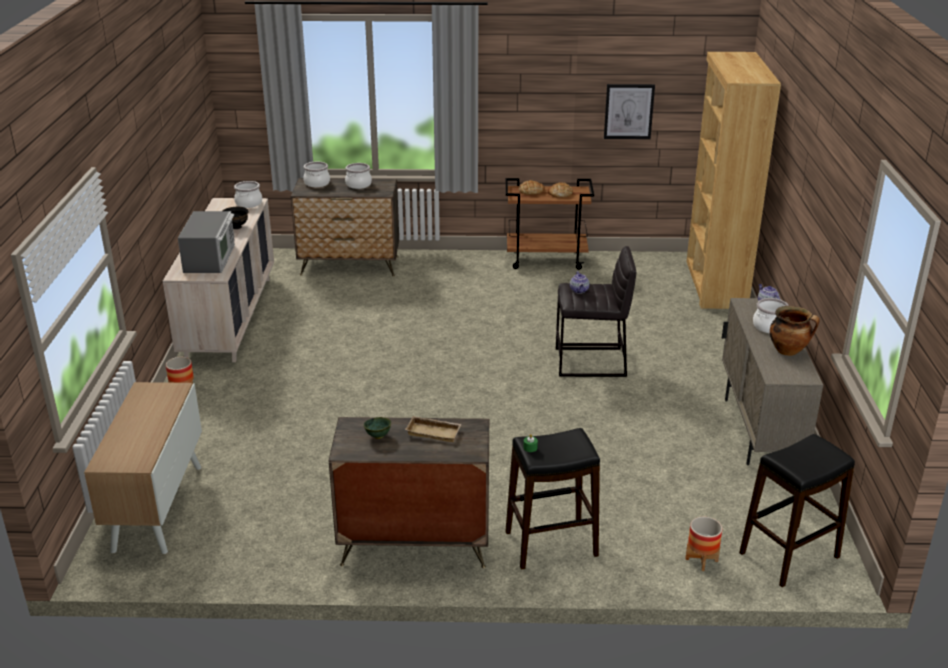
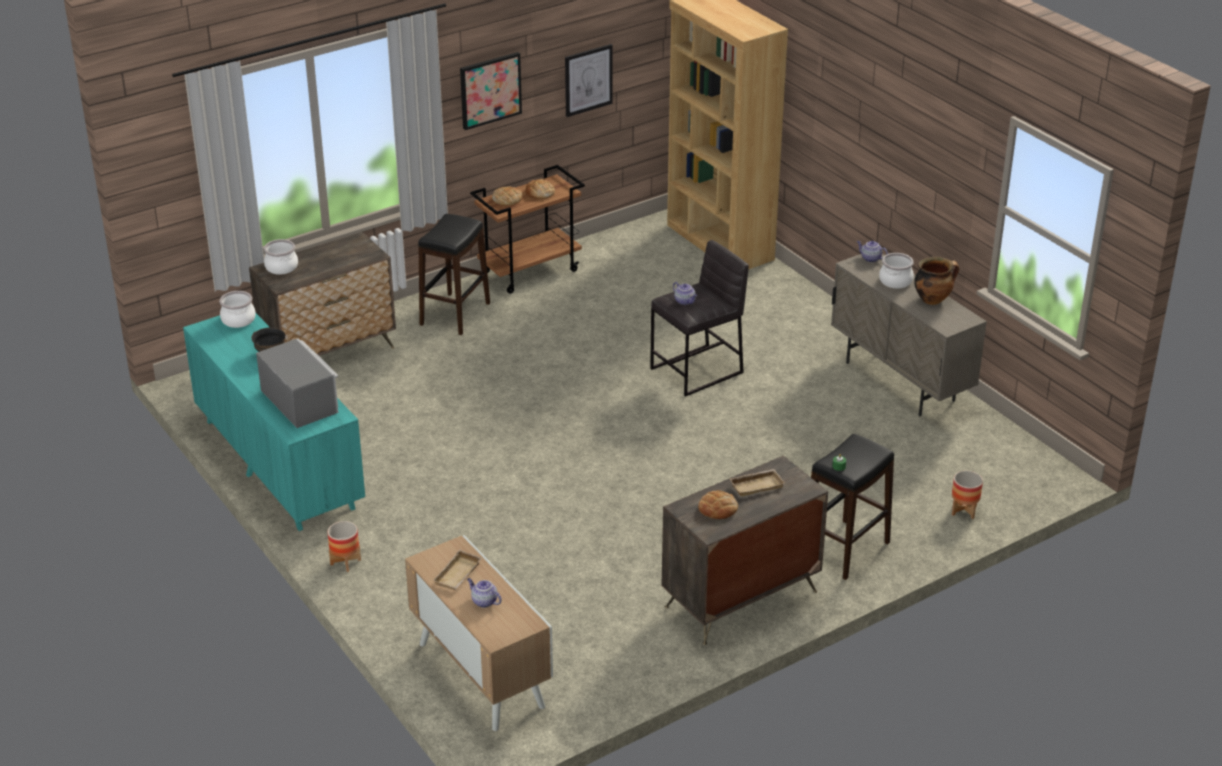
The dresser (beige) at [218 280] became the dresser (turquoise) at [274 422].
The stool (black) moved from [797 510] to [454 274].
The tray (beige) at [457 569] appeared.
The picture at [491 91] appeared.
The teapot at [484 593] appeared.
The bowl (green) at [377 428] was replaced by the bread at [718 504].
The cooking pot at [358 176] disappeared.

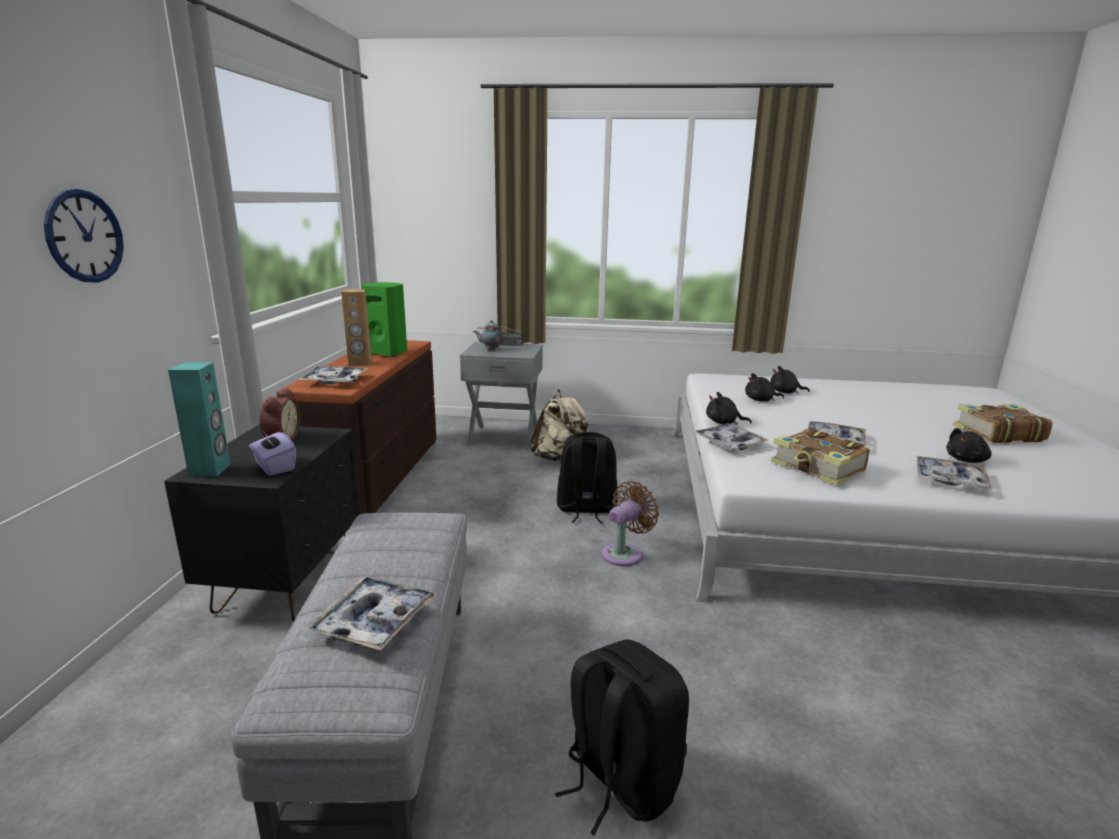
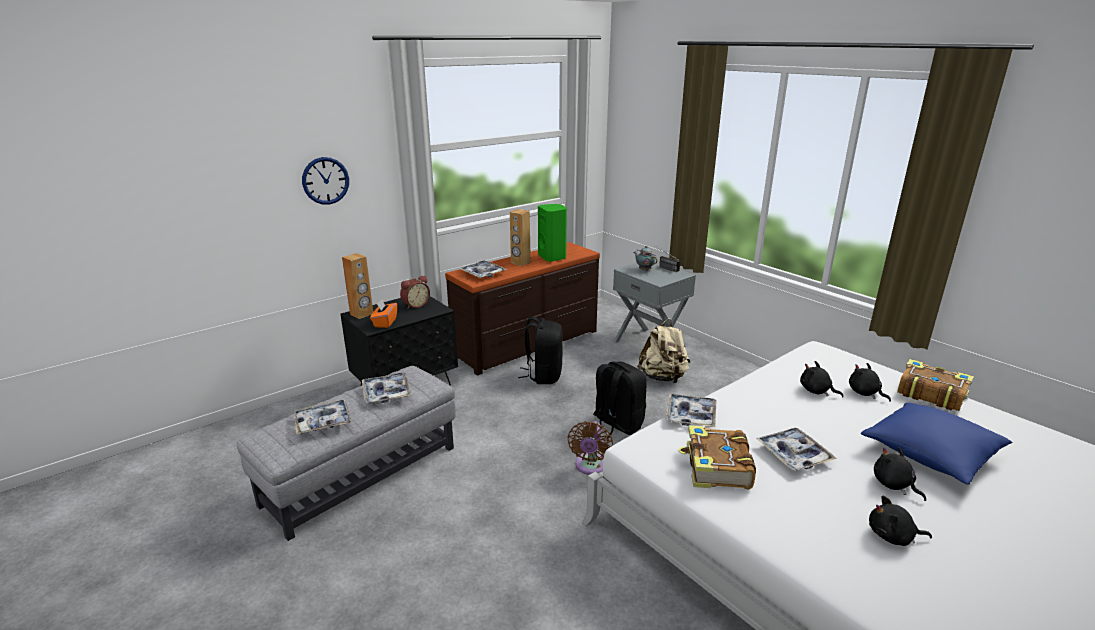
The speaker (turquoise) at [199 419] became the speaker (brown) at [357 286].
The tray moved from [954 473] to [386 387].
The tissue box (purple) at [272 453] became the tissue box (orange) at [383 313].
The backpack (black) moved from [622 737] to [540 350].
The fan (brown) at [630 524] turned 105 degrees clockwise.
The pillow (blue) at [937 444] appeared.
The plush toy (black) moved from [729 408] to [900 474].
The book moved from [1003 423] to [935 385].

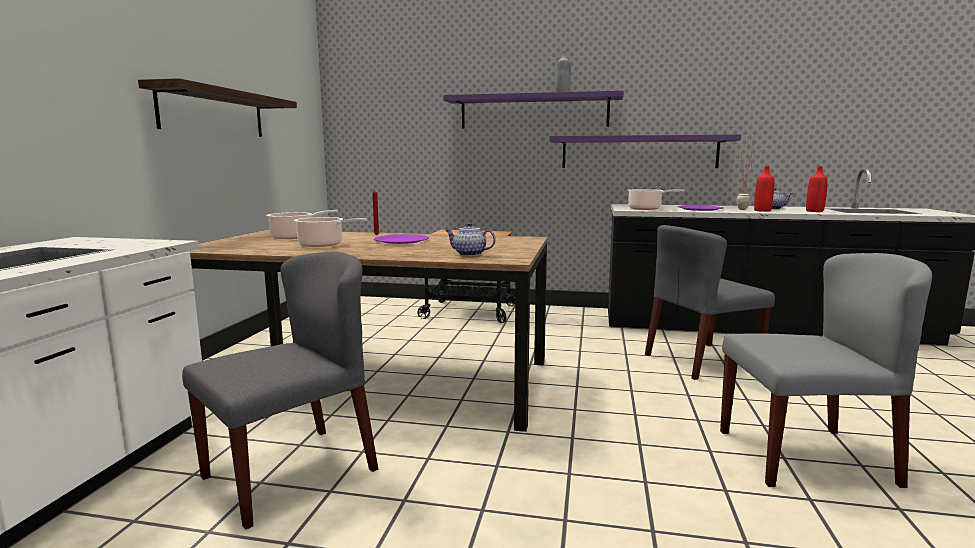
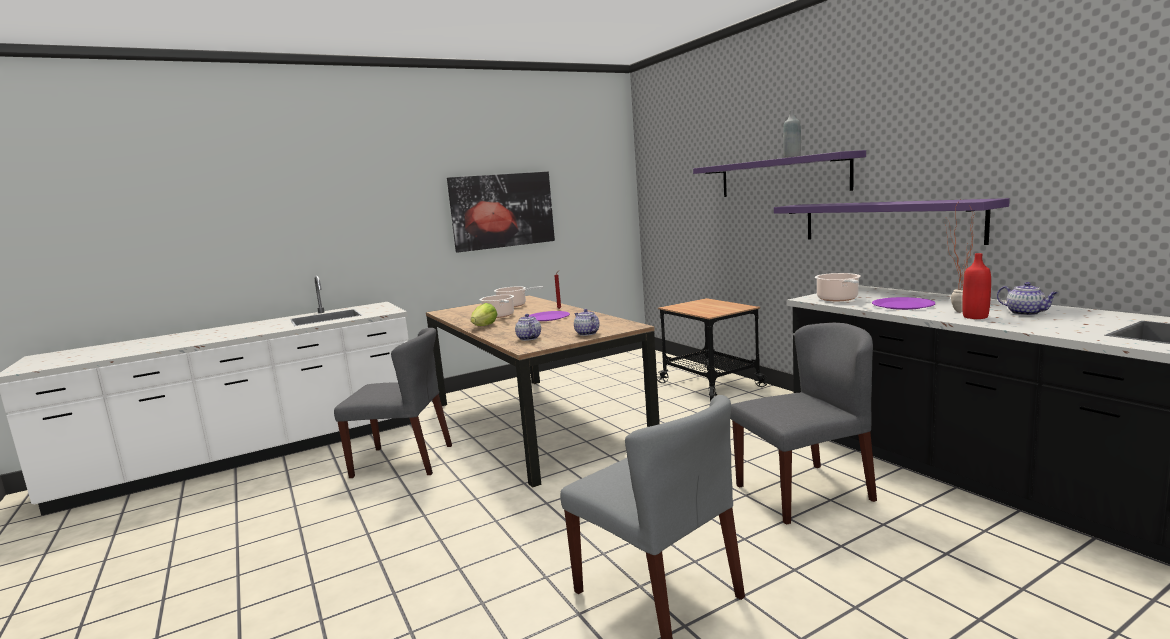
The shelf at [217 107] was replaced by the picture at [501 212].
The lettuce at [484 314] appeared.
The teapot at [587 322] appeared.
The chair (grey) at [710 302] turned 135 degrees clockwise.
The bottle (red) at [817 189] disappeared.

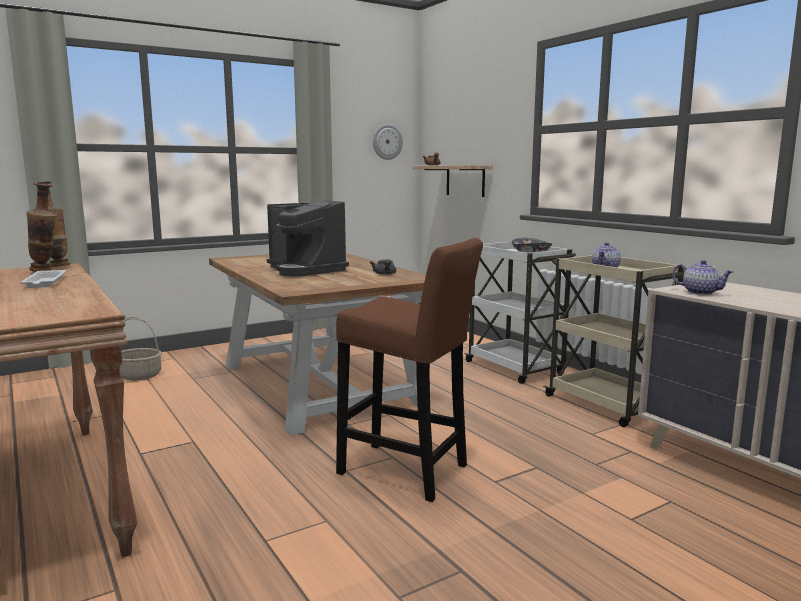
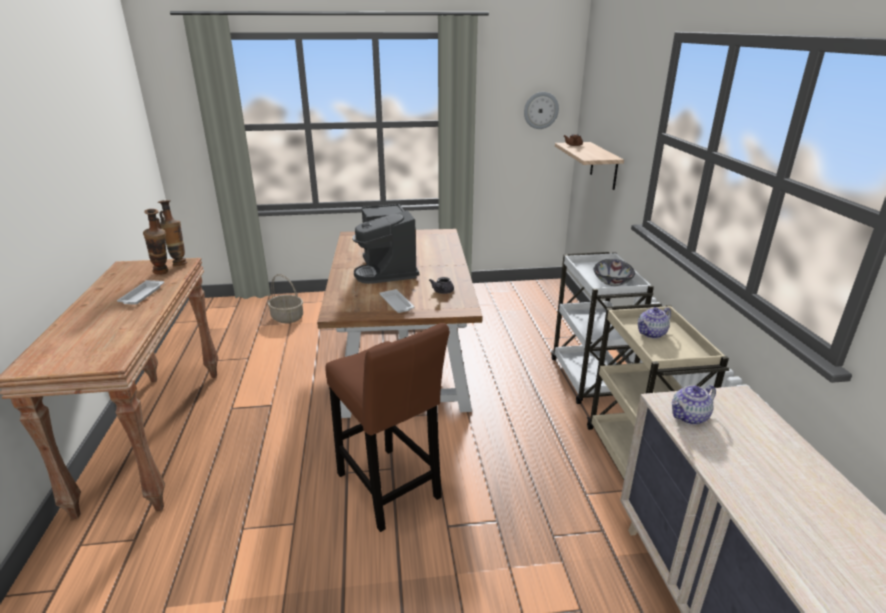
The tray (white) at [397 301] appeared.
The teapot at [703 277] turned 90 degrees clockwise.

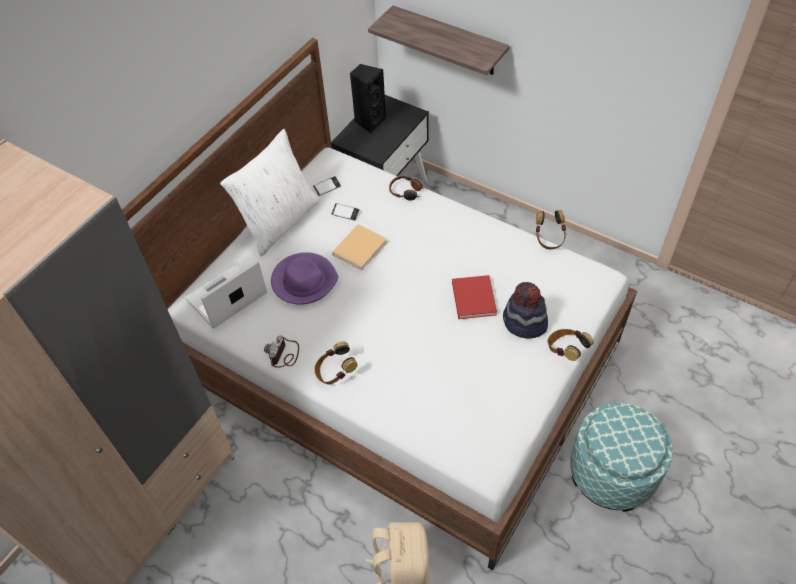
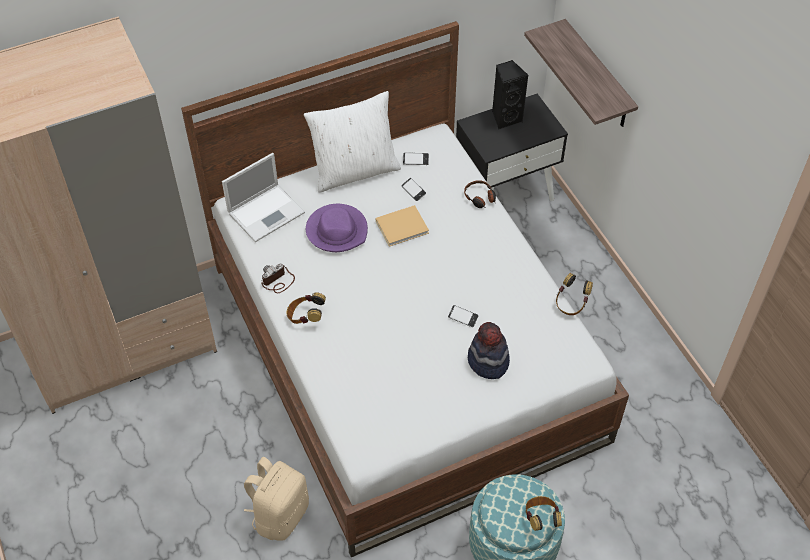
The laptop at [226 294] turned 150 degrees clockwise.
The book (red) at [474 297] was replaced by the phone at [463 316].
The headphones moved from [571 345] to [543 513].

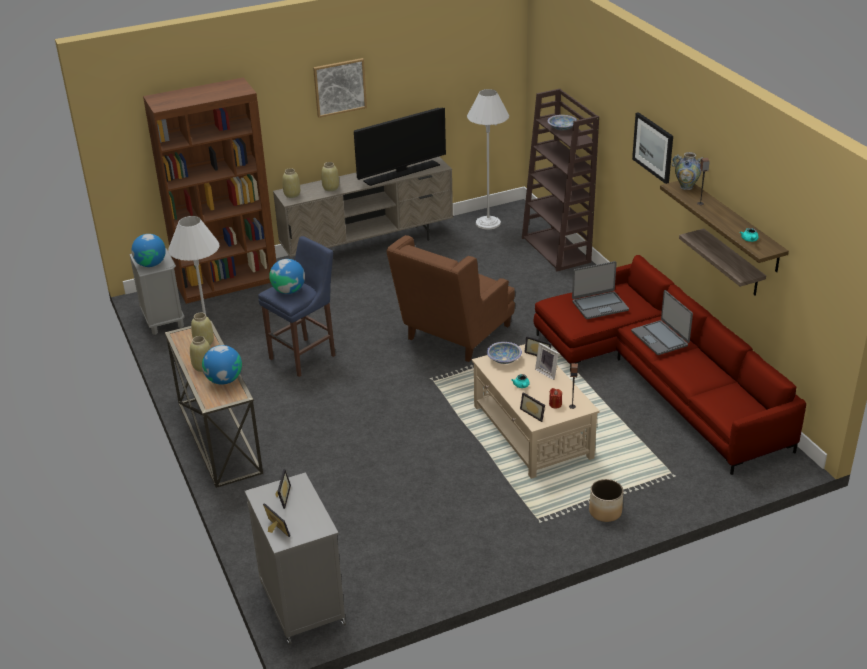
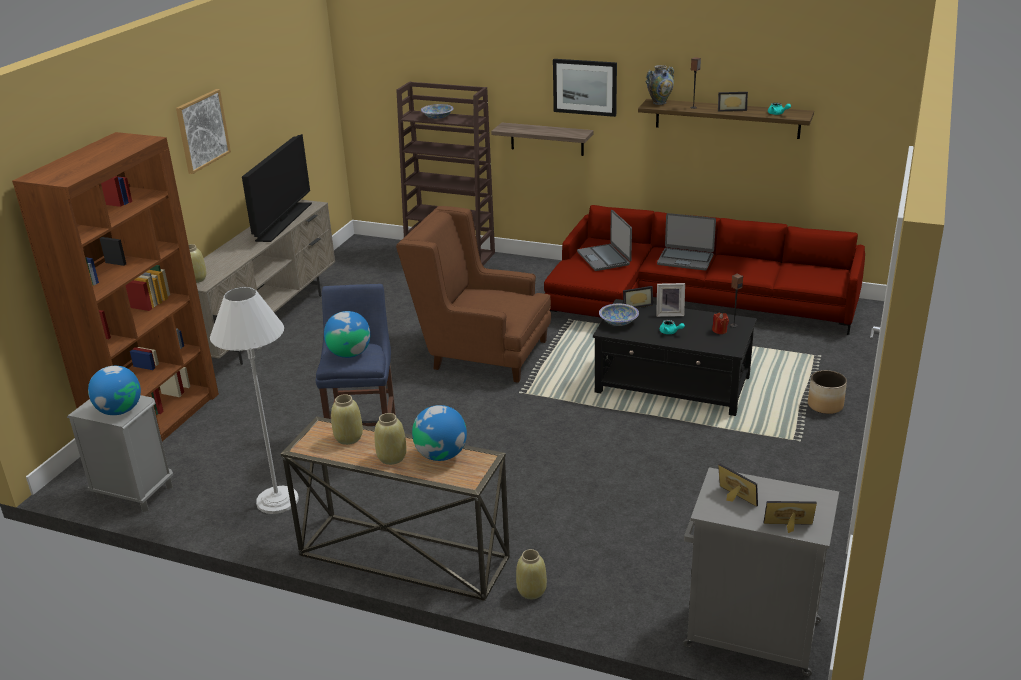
The armchair (brown) at [451 298] turned 120 degrees clockwise.
The shelf moved from [722 262] to [542 139].
The vase (beige) moved from [330 176] to [531 574].
The laptop at [600 290] turned 135 degrees clockwise.
The coffee table (beige) at [536 411] became the coffee table (black) at [675 357].
The picture frame moved from [532 407] to [733 102].
The floor lamp (white) at [488 159] disappeared.

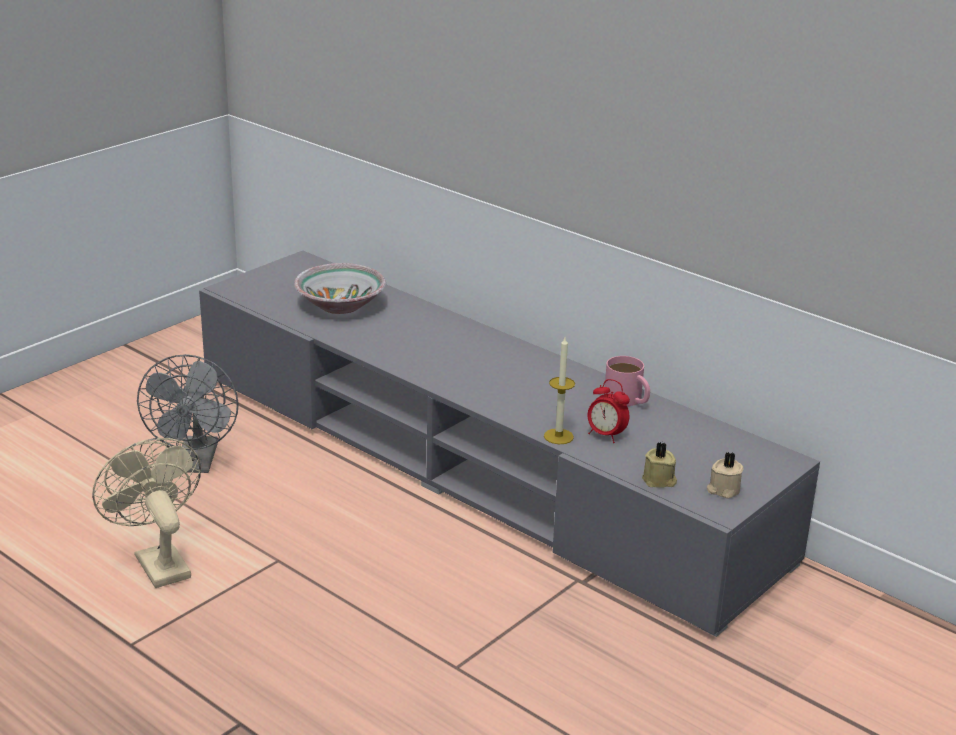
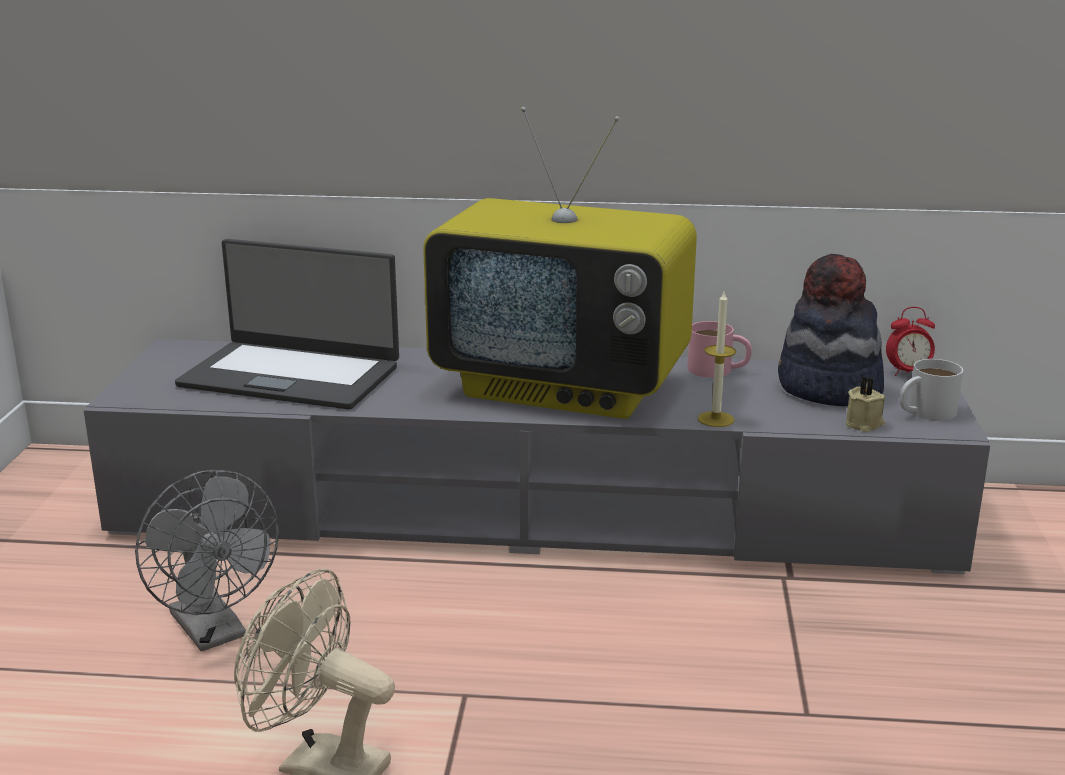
The bowl at [340 288] was replaced by the laptop at [287 324].
The television at [560 263] appeared.
The hat at [831 330] appeared.
The alarm clock moved from [609 411] to [910 341].
The candle (beige) at [725 475] was replaced by the mug (white) at [931 390].

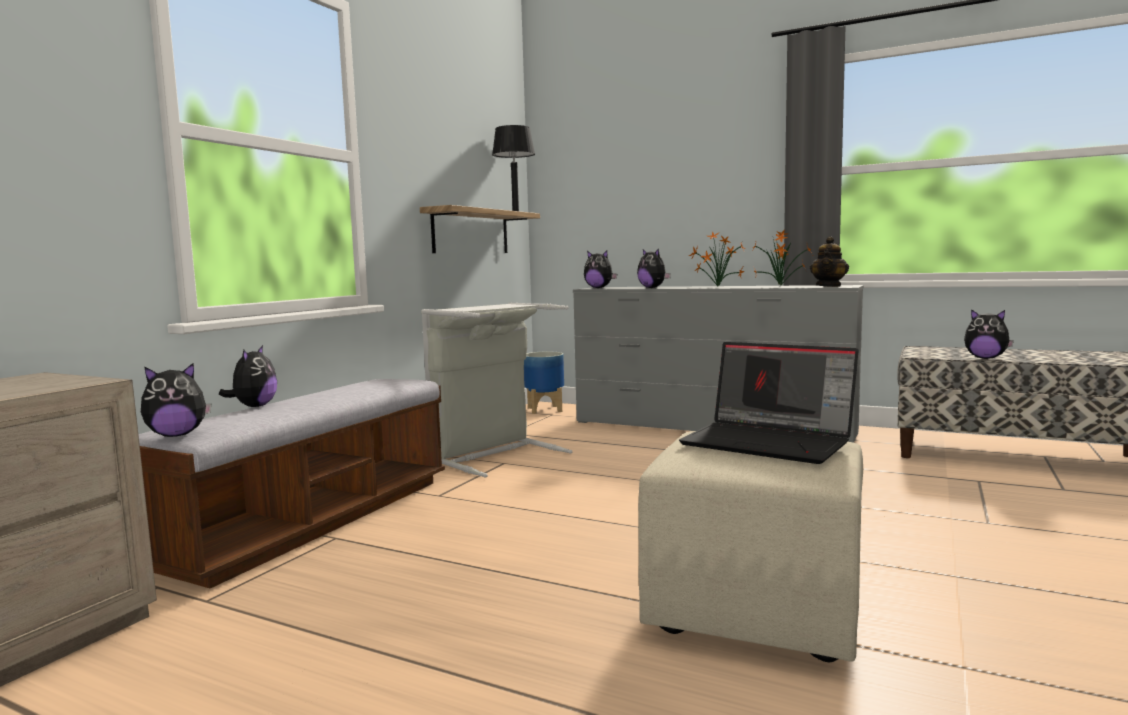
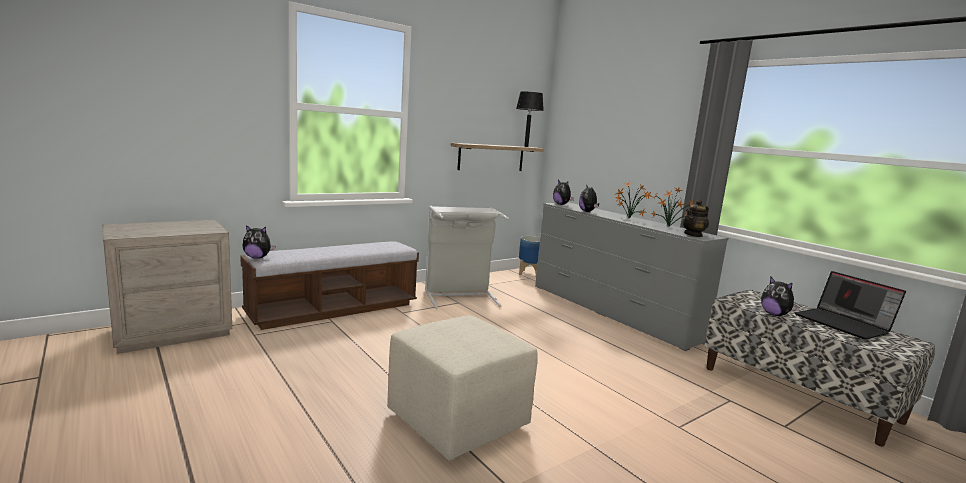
The laptop moved from [768 403] to [850 305].
The plush toy at [248 376] disappeared.

